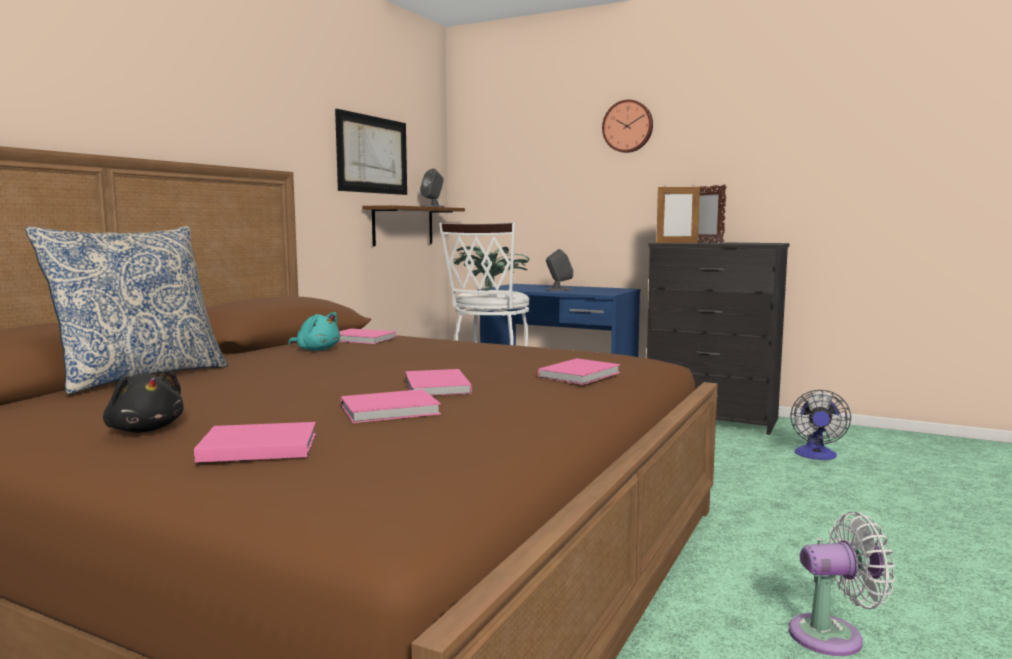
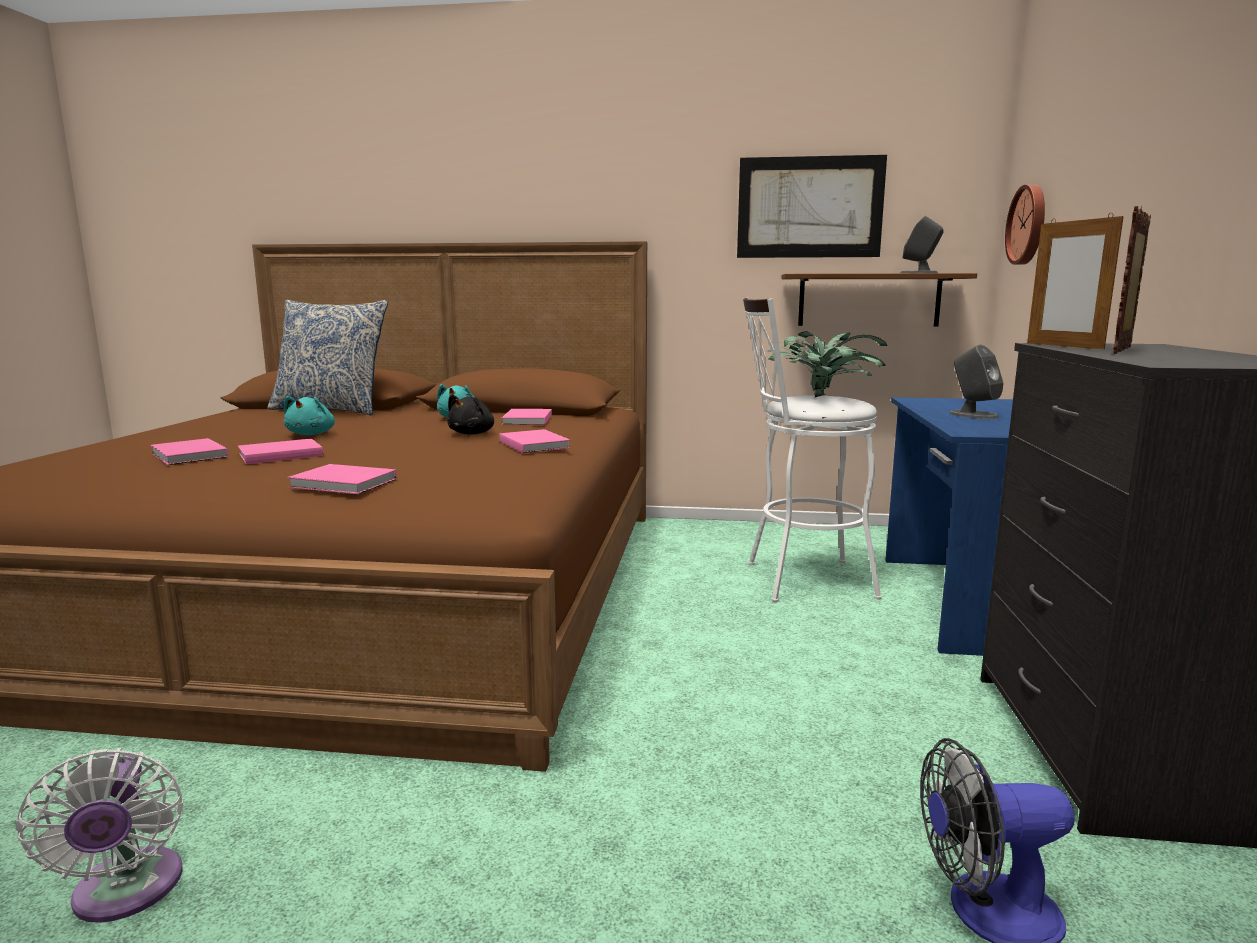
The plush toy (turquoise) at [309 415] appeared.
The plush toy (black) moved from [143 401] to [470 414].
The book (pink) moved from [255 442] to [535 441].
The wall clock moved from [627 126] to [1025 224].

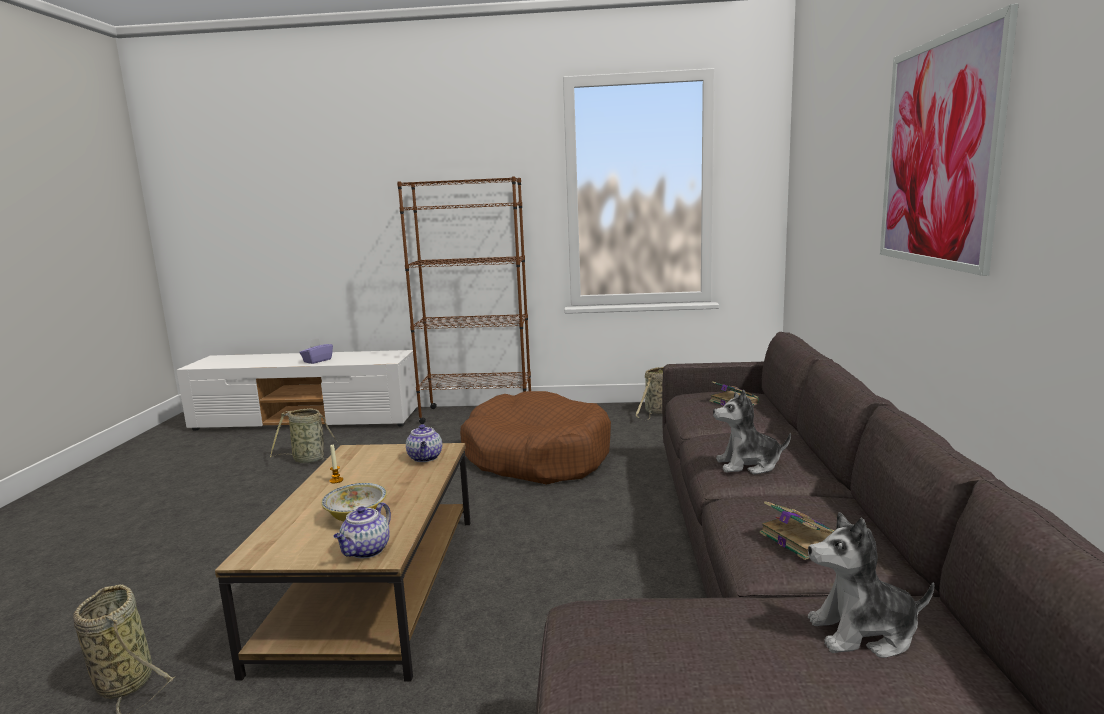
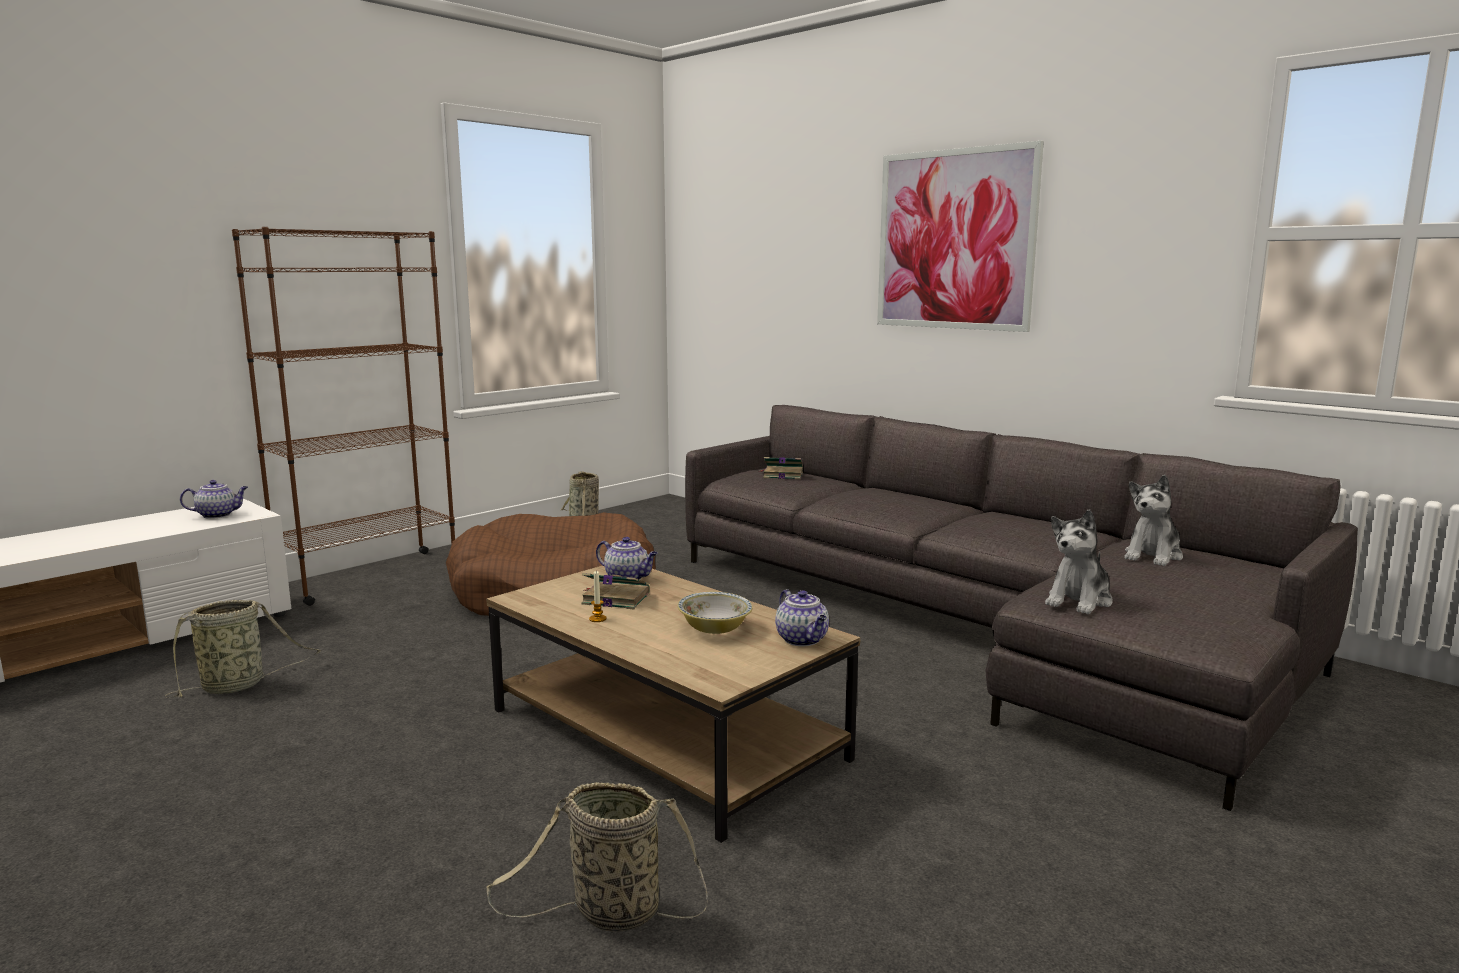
The teapot at [214 499] appeared.
The book moved from [797 530] to [615 591].
The plush toy moved from [752 432] to [1079 562].
The tissue box (purple) at [316 351] disappeared.

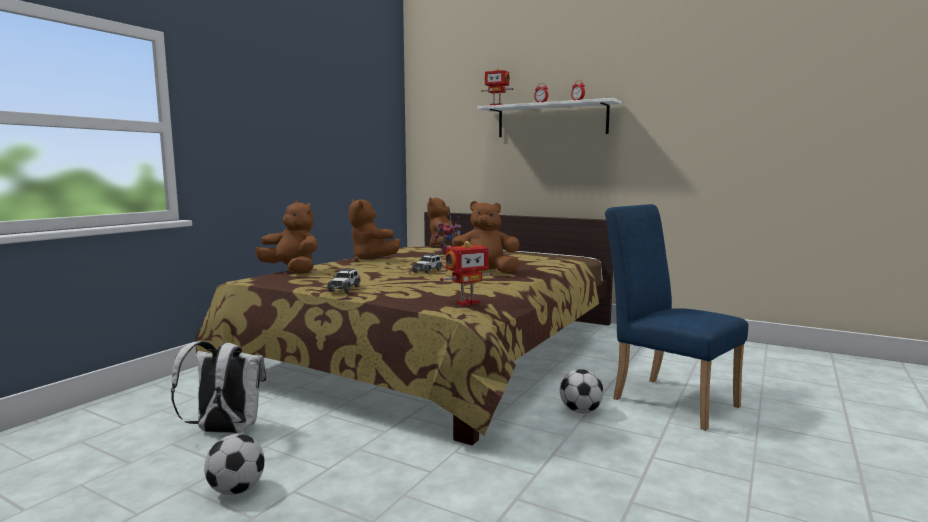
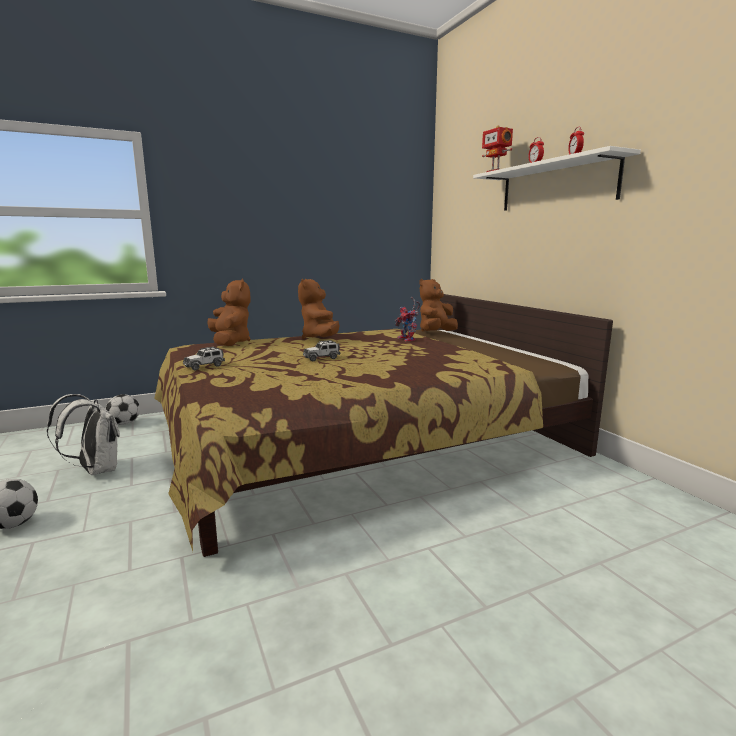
The football moved from [582 391] to [123 409].
The toy robot at [466 273] disappeared.
The plush toy (brown) at [482 237] disappeared.
The chair (blue) at [676 317] disappeared.

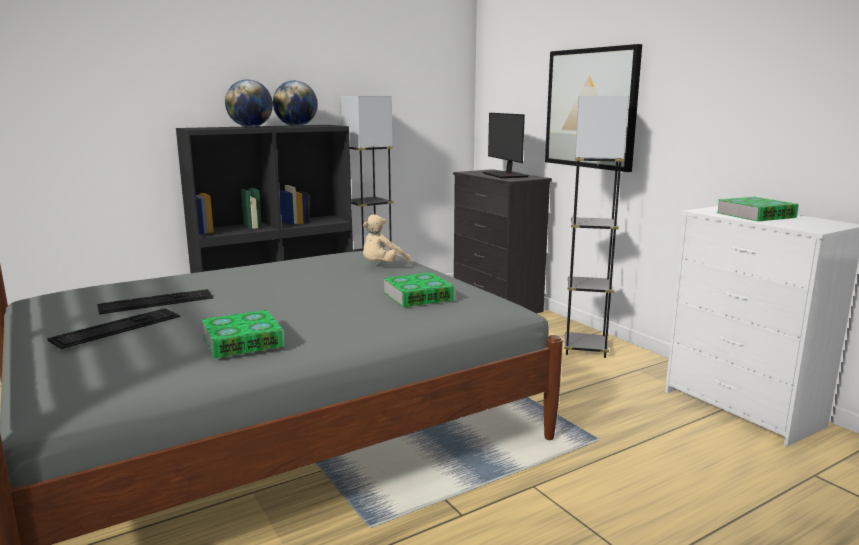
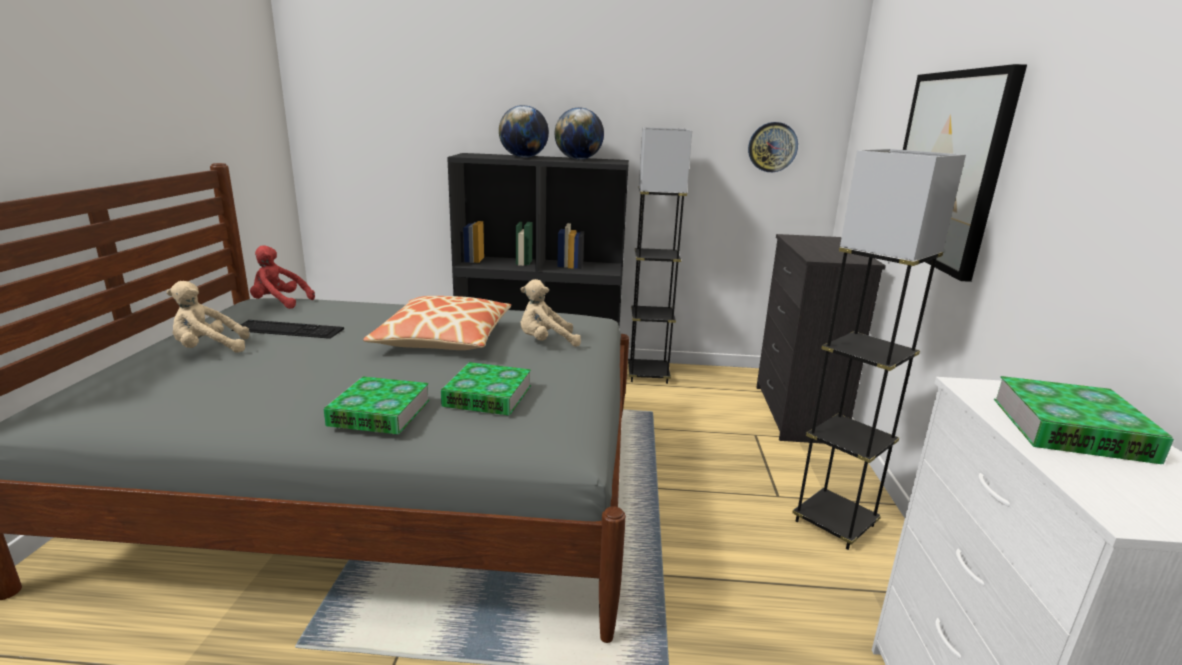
The keyboard at [114 328] was replaced by the plush toy (beige) at [208 317].
The plush toy (red) at [282 277] appeared.
The book moved from [243 334] to [376 405].
The pillow at [437 323] appeared.
The wall clock at [773 147] appeared.
The monitor at [506 145] disappeared.

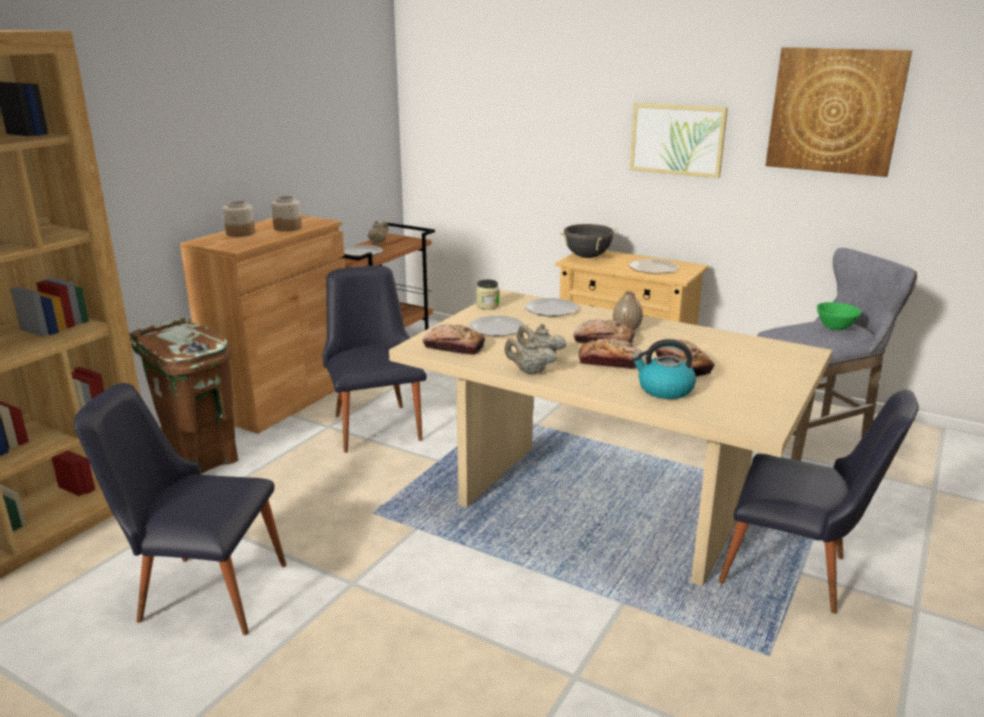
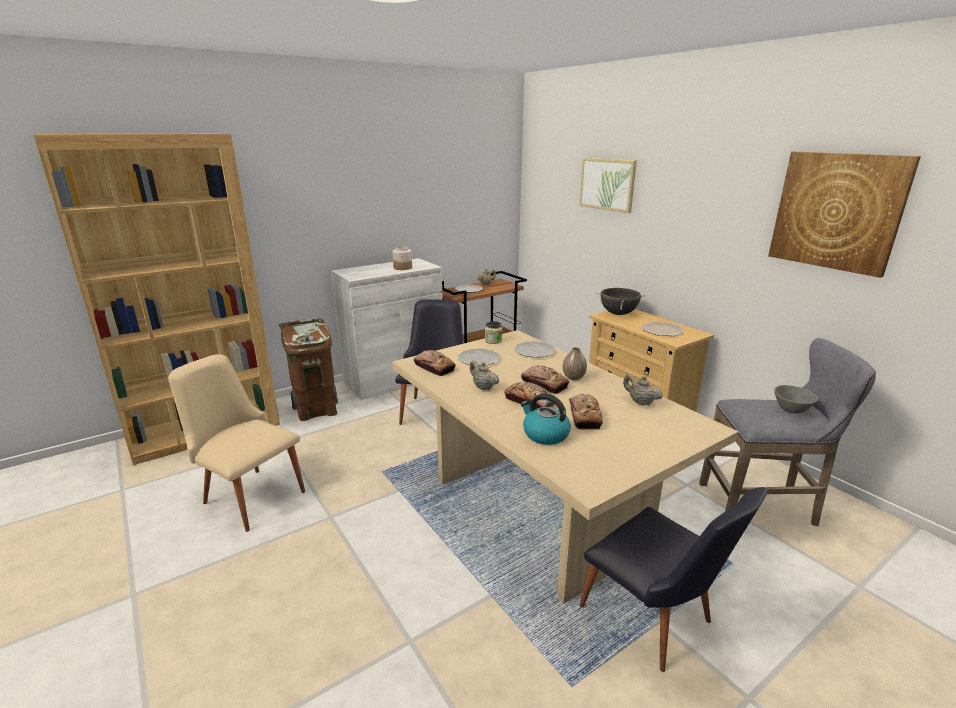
The chair (black) at [180 509] became the chair (beige) at [236 443].
The cabinet (brown) at [262 324] became the cabinet (white) at [387 329].
The picture moved from [679 140] to [608 185].
The teapot (beige) moved from [530 356] to [643 390].
The bowl (green) at [839 316] became the bowl (grey) at [796 399].
The jar at [239 219] disappeared.

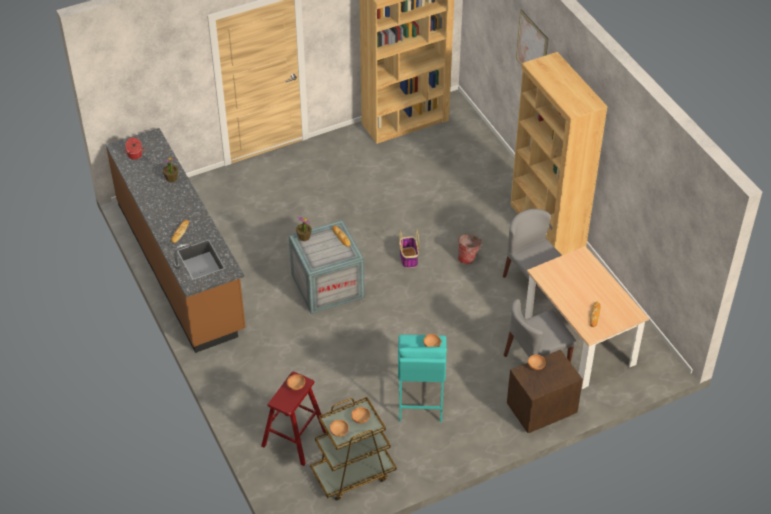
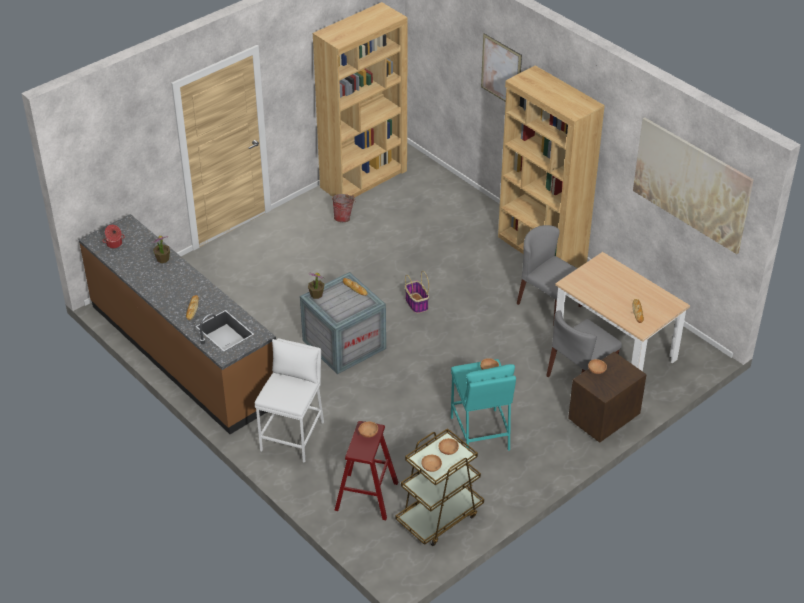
The stool (white) at [289 400] appeared.
The bucket moved from [470 249] to [344 208].
The picture at [693 185] appeared.

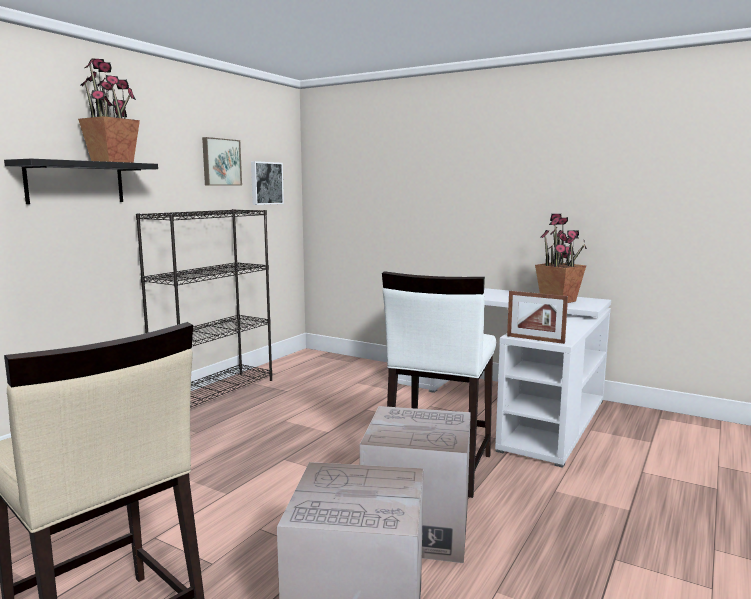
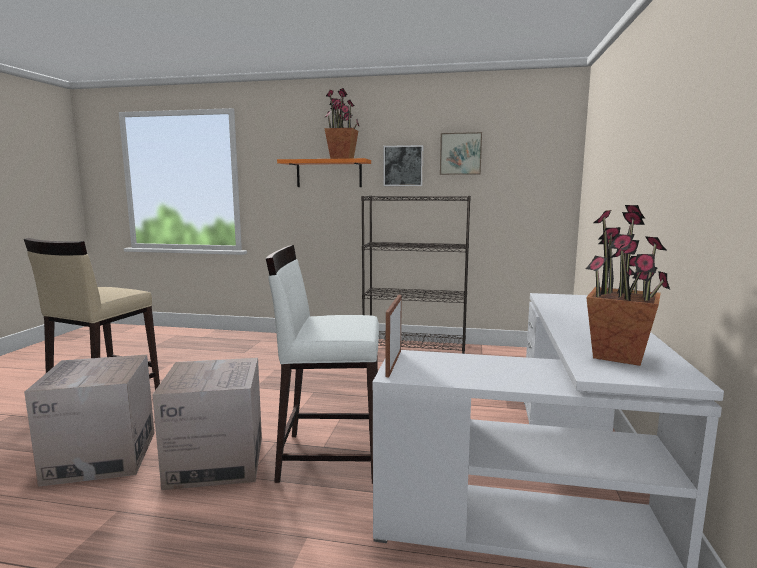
The shelf (black) at [81 181] became the shelf (orange) at [324 172].
The picture moved from [267 183] to [403 165].

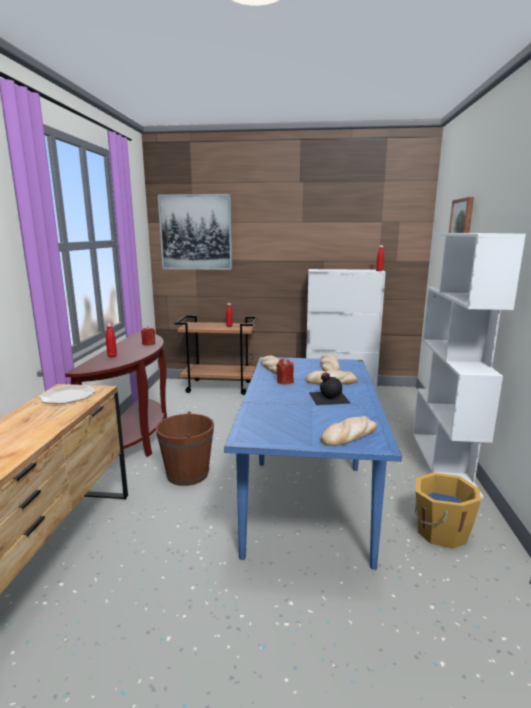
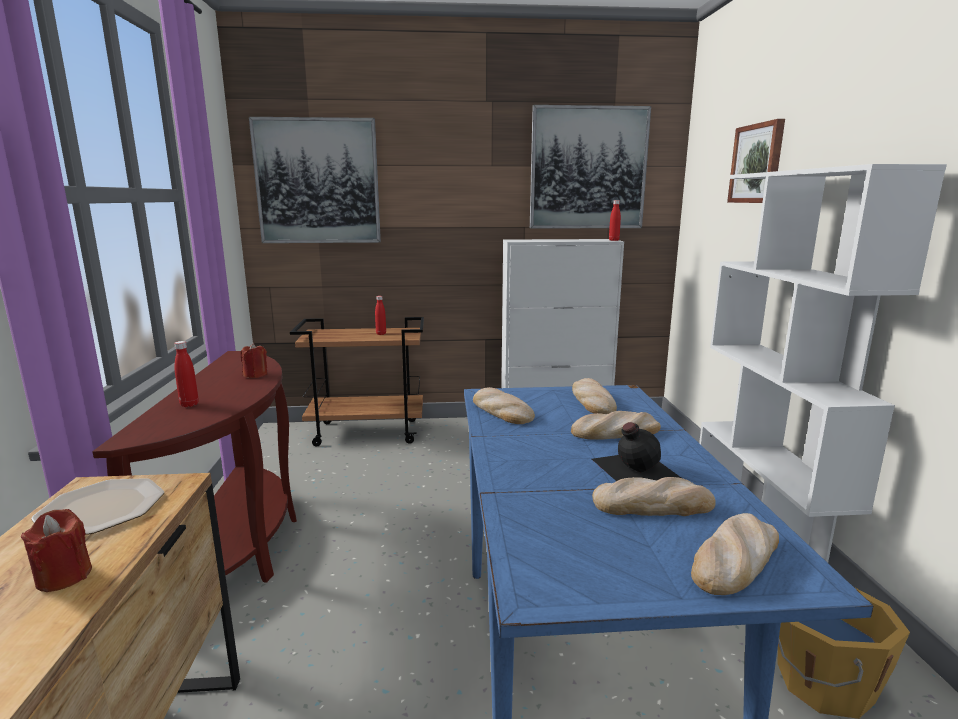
The candle (red) moved from [285 371] to [56 550].
The picture at [590 167] appeared.
The bread at [654 496] appeared.
The bucket (brown) at [184 448] disappeared.

